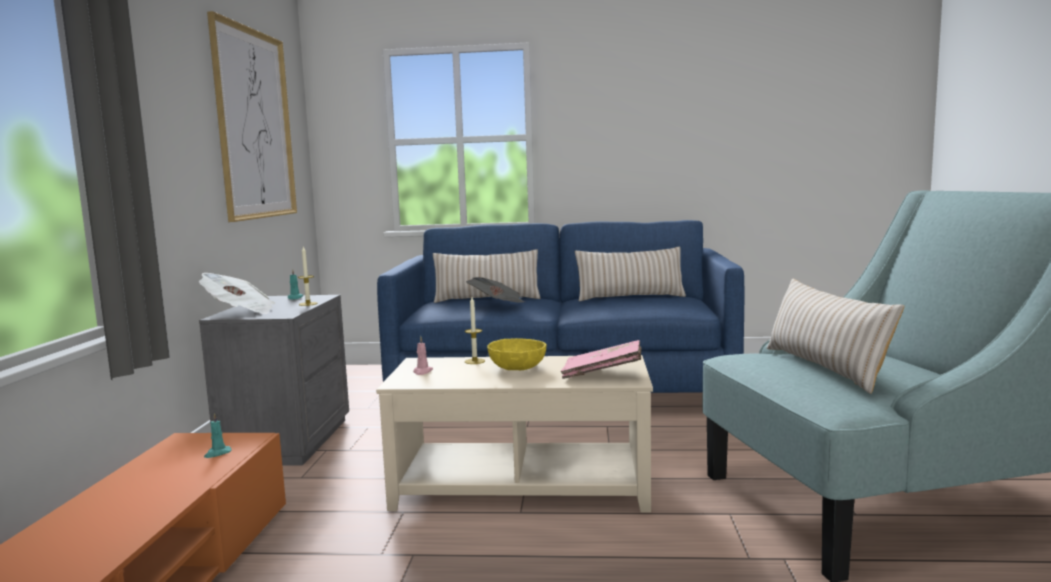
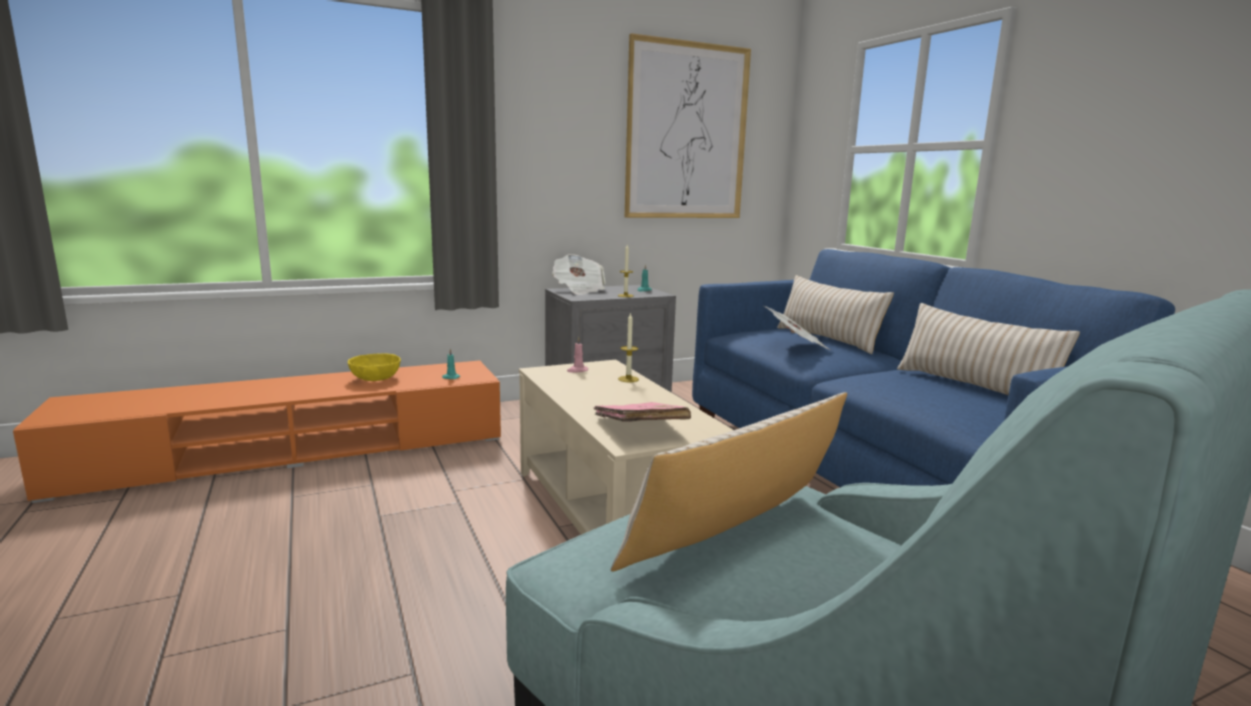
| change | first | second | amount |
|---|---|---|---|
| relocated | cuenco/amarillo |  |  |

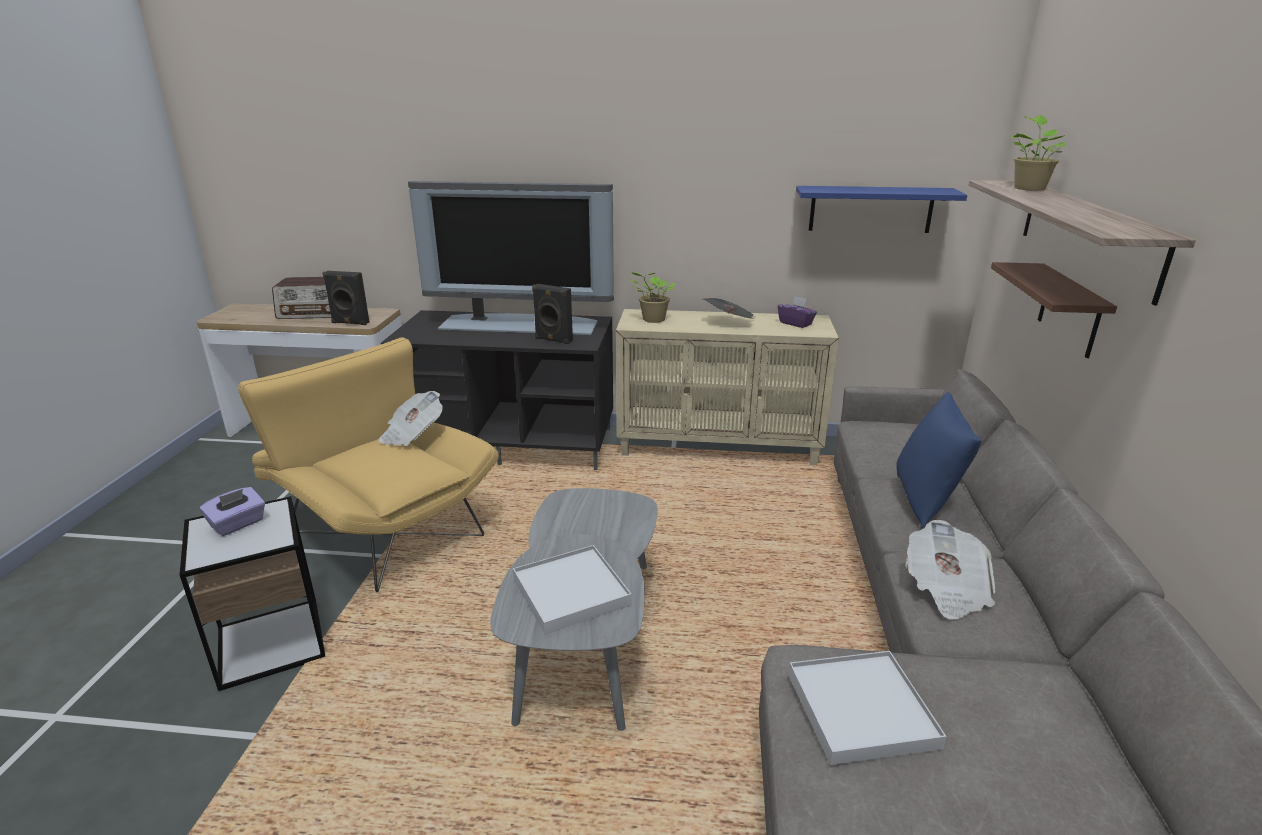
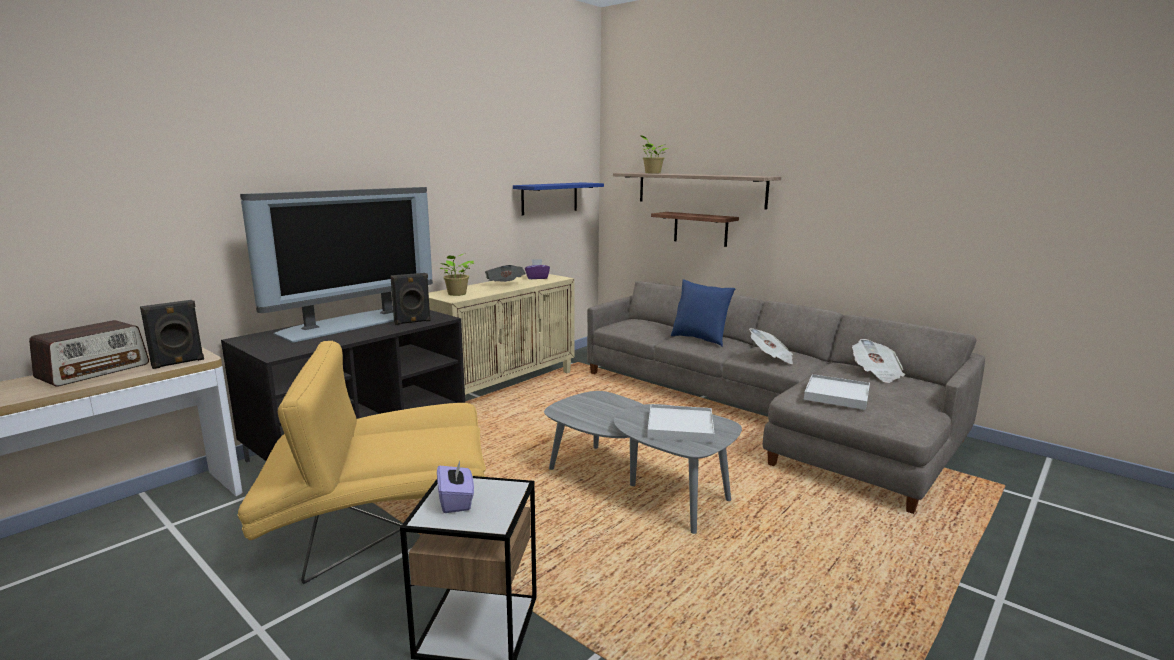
| change | first | second | amount |
|---|---|---|---|
| relocated | periódico (no. 1 from left in the first image) | periódico (no. 3 from left) |  |

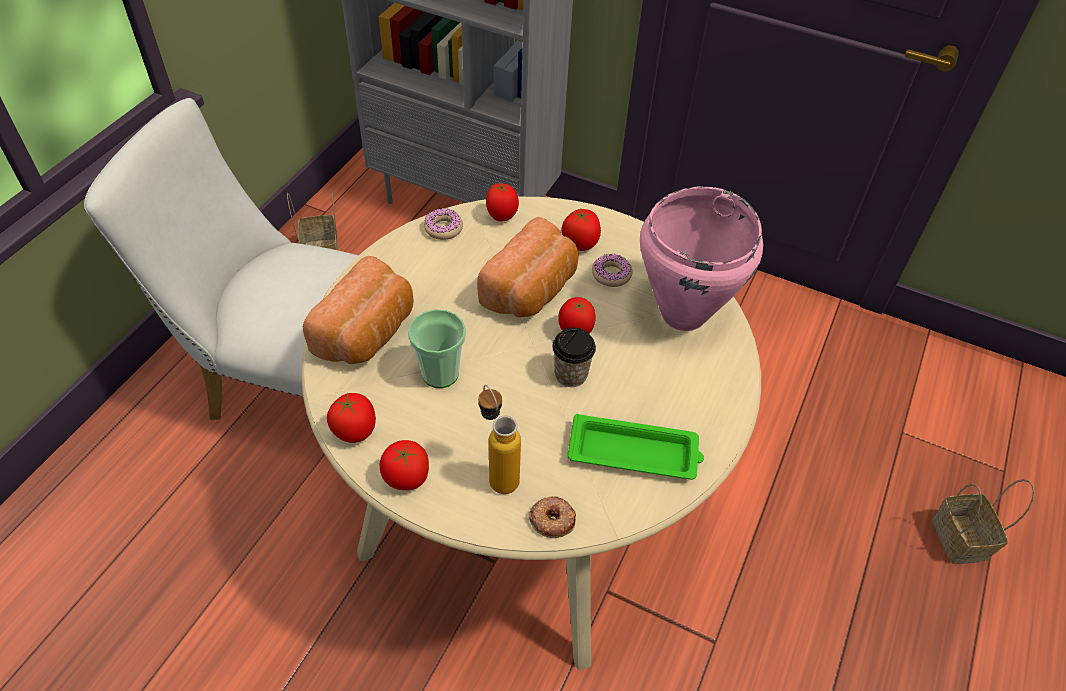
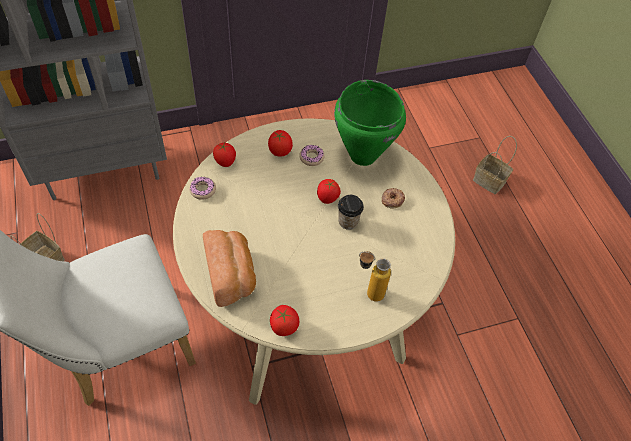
| change | first | second | amount |
|---|---|---|---|
| colour | olla/rosa | olla/verde |  |
| missing | pan (no. 2 from left) |  |  |
| missing | taza (no. 1 from left) |  |  |
| missing | bandeja/verde |  |  |
| missing | tomate (no. 2 from left) |  |  |
| relocated | rosquilla (no. 2 from left in the first image) | rosquilla (no. 3 from left) |  |

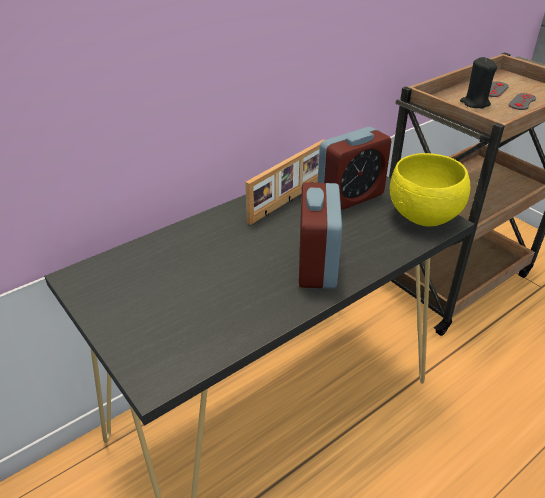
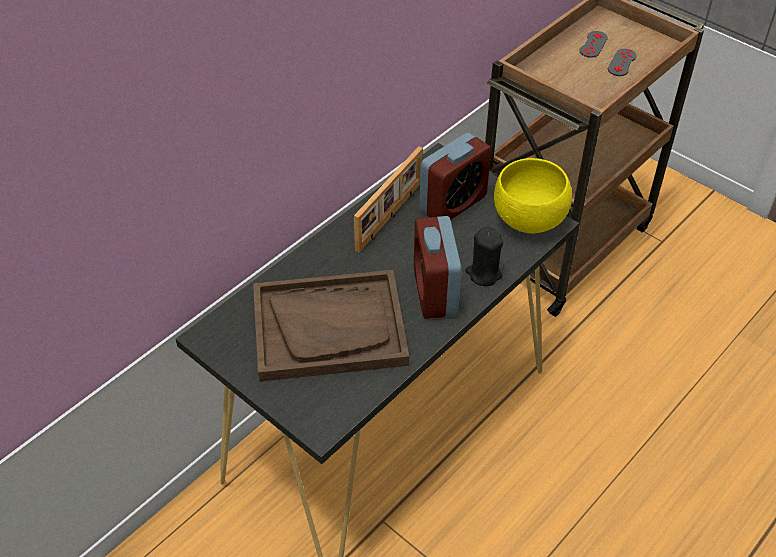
| change | first | second | amount |
|---|---|---|---|
| relocated | vela/negro |  |  |
| appeared |  | bandeja/marrón |  |

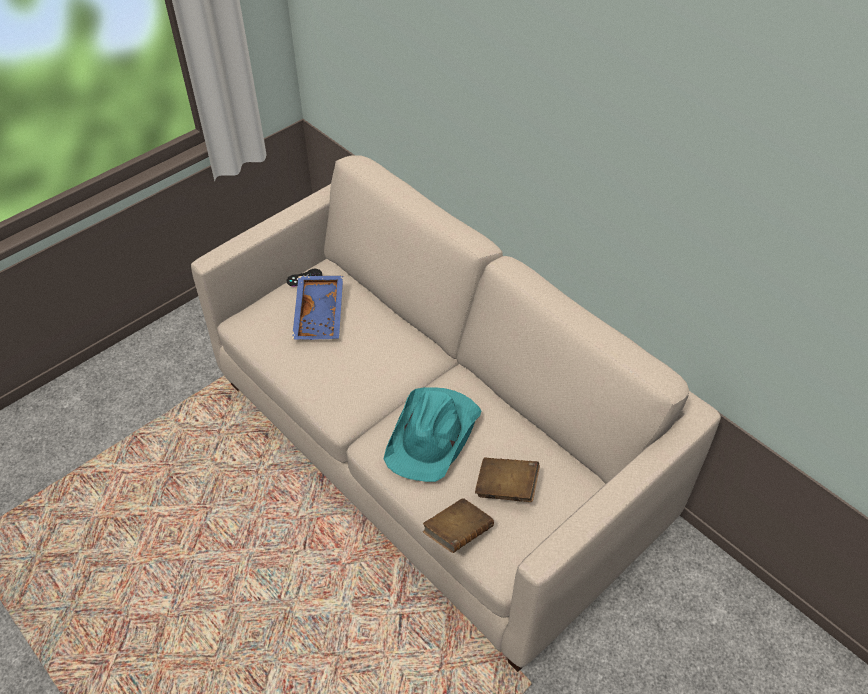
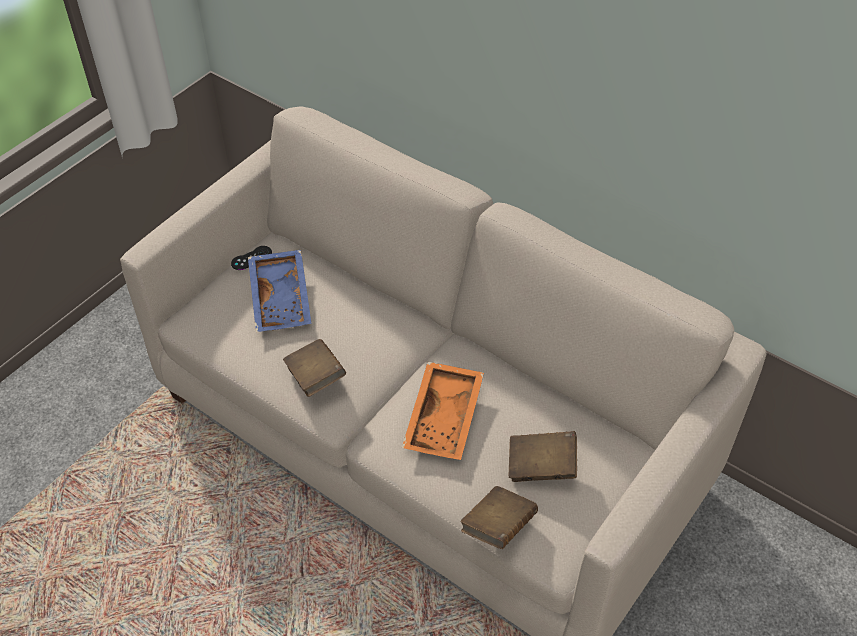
| change | first | second | amount |
|---|---|---|---|
| exchanged | sombrero/turquesa | bandeja/naranja |  |
| appeared |  | libro/marrón (no. 1 from left) |  |

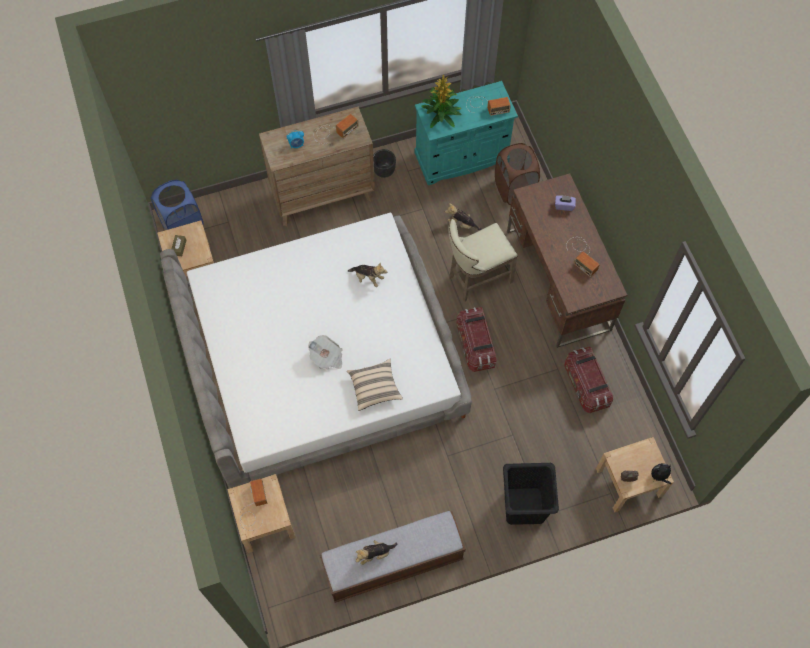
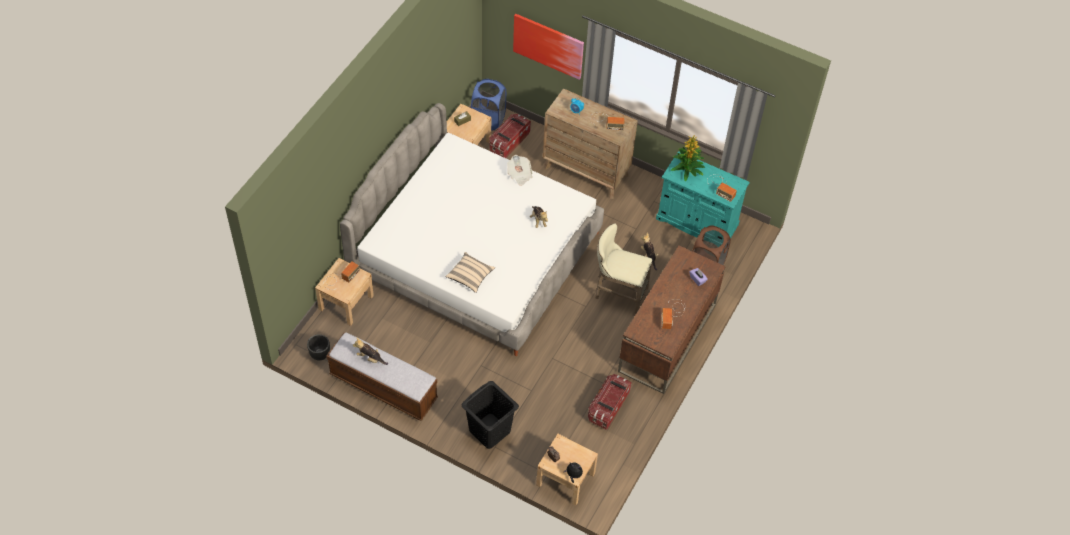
| change | first | second | amount |
|---|---|---|---|
| relocated | maceta/negro |  |  |
| relocated | caja de almacenaje (no. 1 from left) |  |  |
| relocated | periódico |  |  |
| appeared |  | cuadro |  |

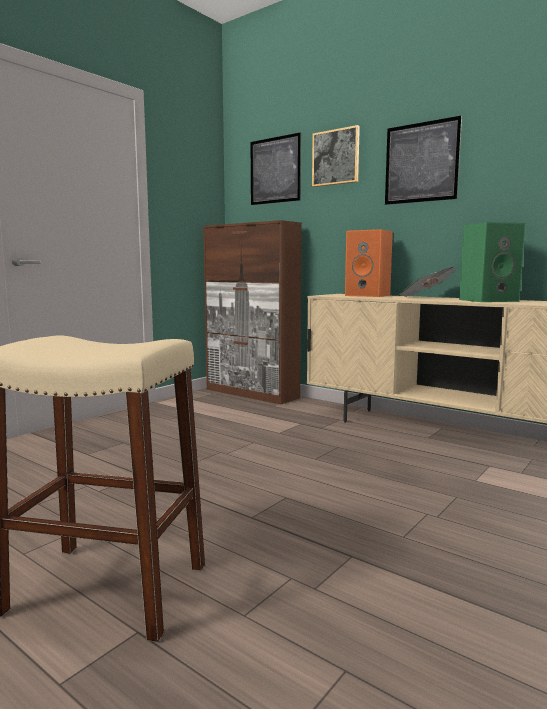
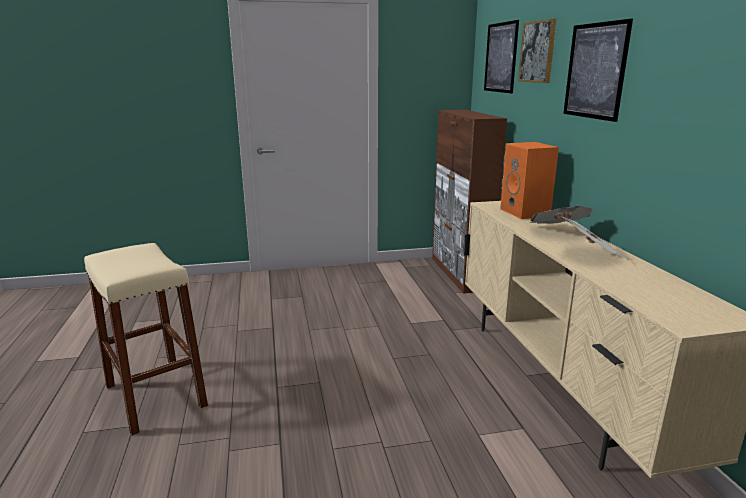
| change | first | second | amount |
|---|---|---|---|
| exchanged | altavoz/verde | periódico (no. 2 from left) |  |

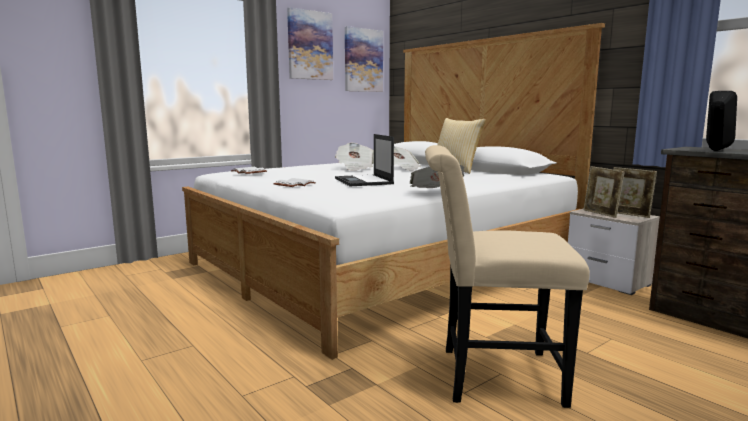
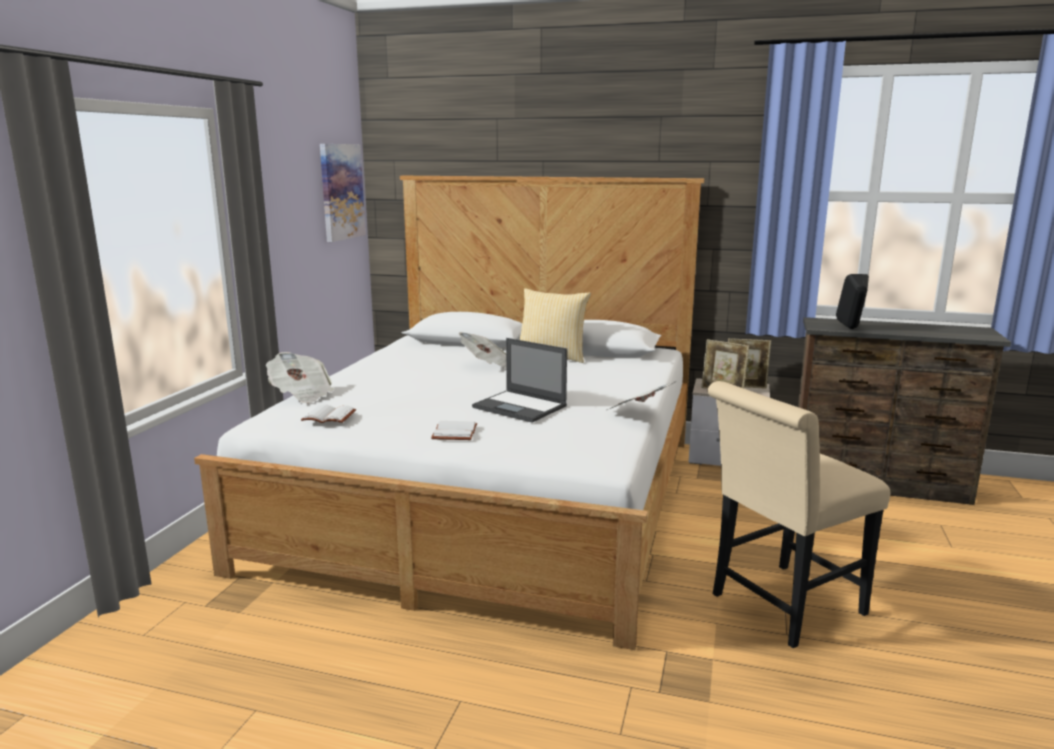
| change | first | second | amount |
|---|---|---|---|
| missing | cuadro (no. 1 from left) |  |  |
| relocated | periódico (no. 1 from left) |  |  |

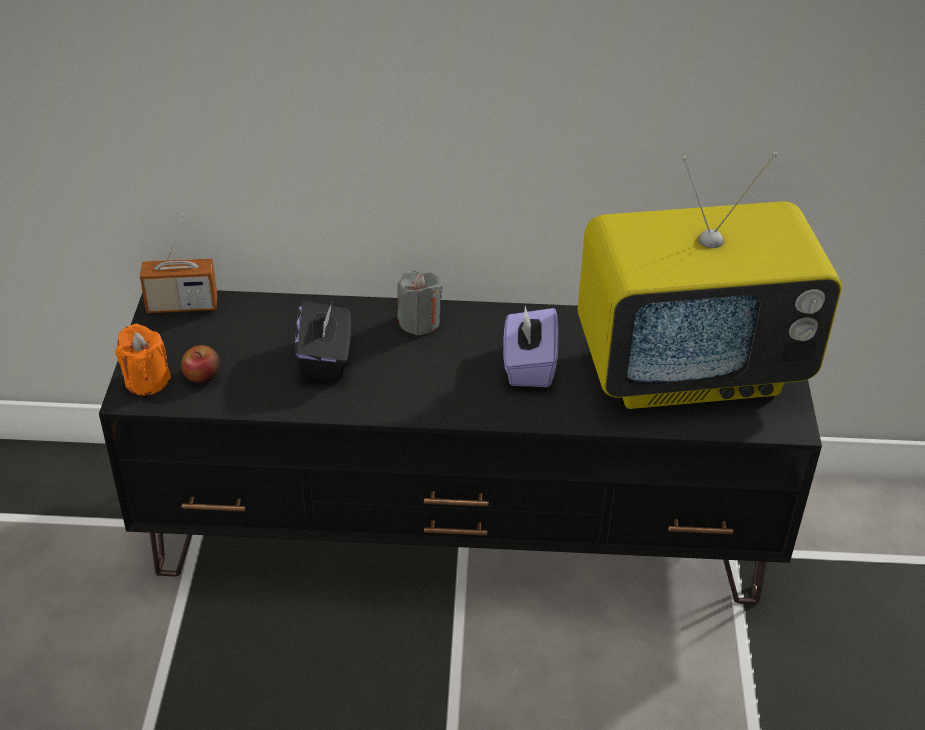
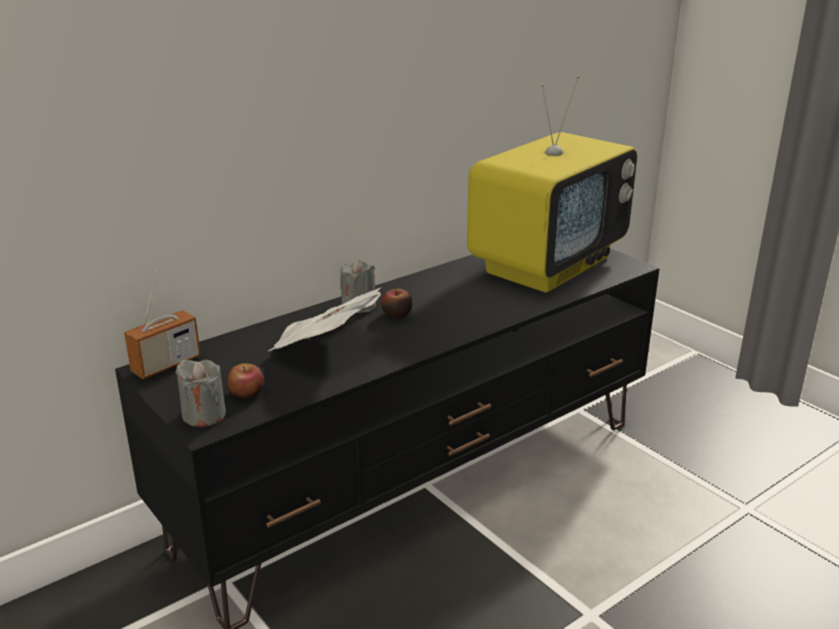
| change | first | second | amount |
|---|---|---|---|
| exchanged | caja de pañuelos/negro | periódico |  |
| missing | caja de pañuelos/morado |  |  |
| colour | vela/naranja | vela/gris (no. 1 from left) |  |
| appeared |  | manzana (no. 2 from left) |  |

